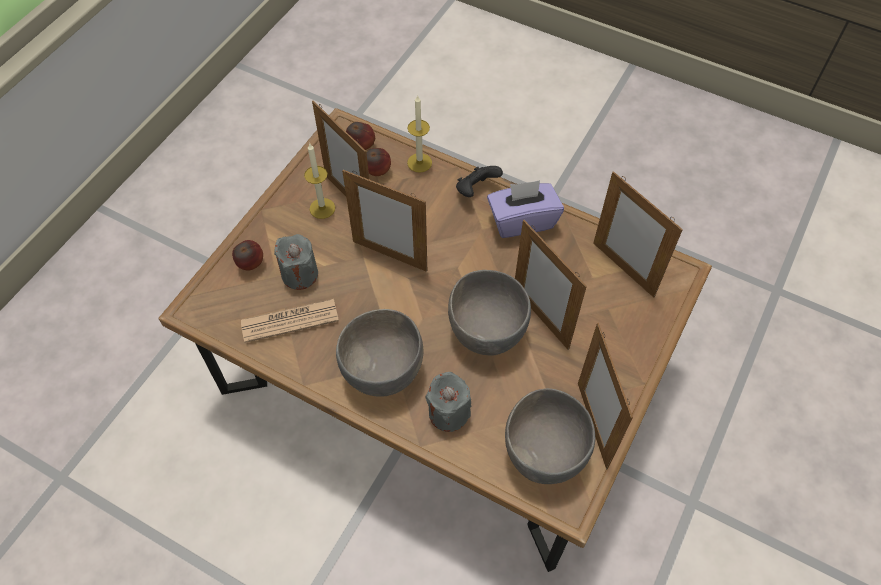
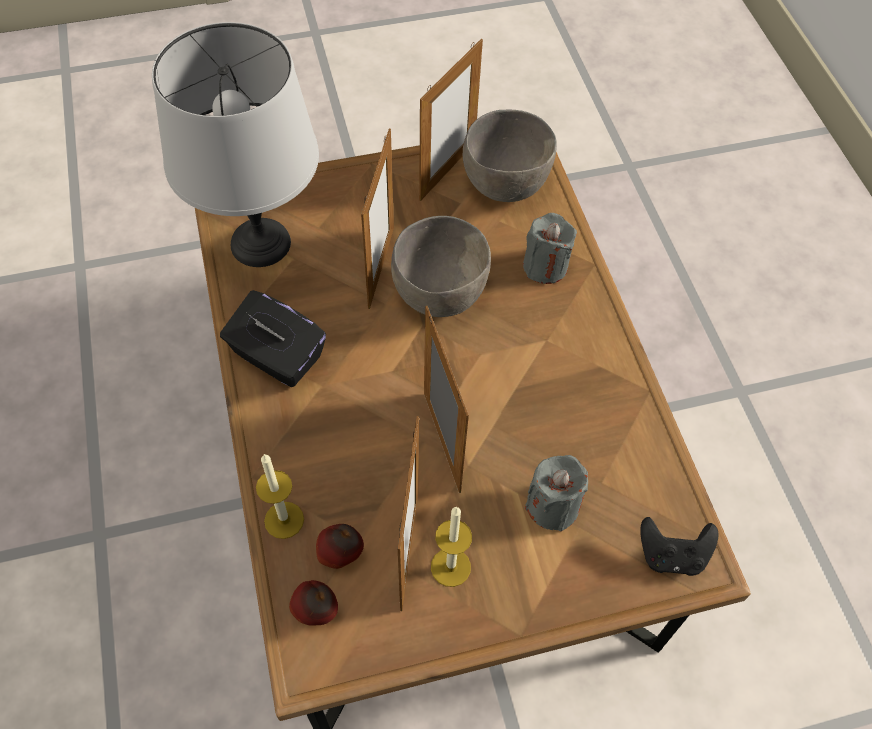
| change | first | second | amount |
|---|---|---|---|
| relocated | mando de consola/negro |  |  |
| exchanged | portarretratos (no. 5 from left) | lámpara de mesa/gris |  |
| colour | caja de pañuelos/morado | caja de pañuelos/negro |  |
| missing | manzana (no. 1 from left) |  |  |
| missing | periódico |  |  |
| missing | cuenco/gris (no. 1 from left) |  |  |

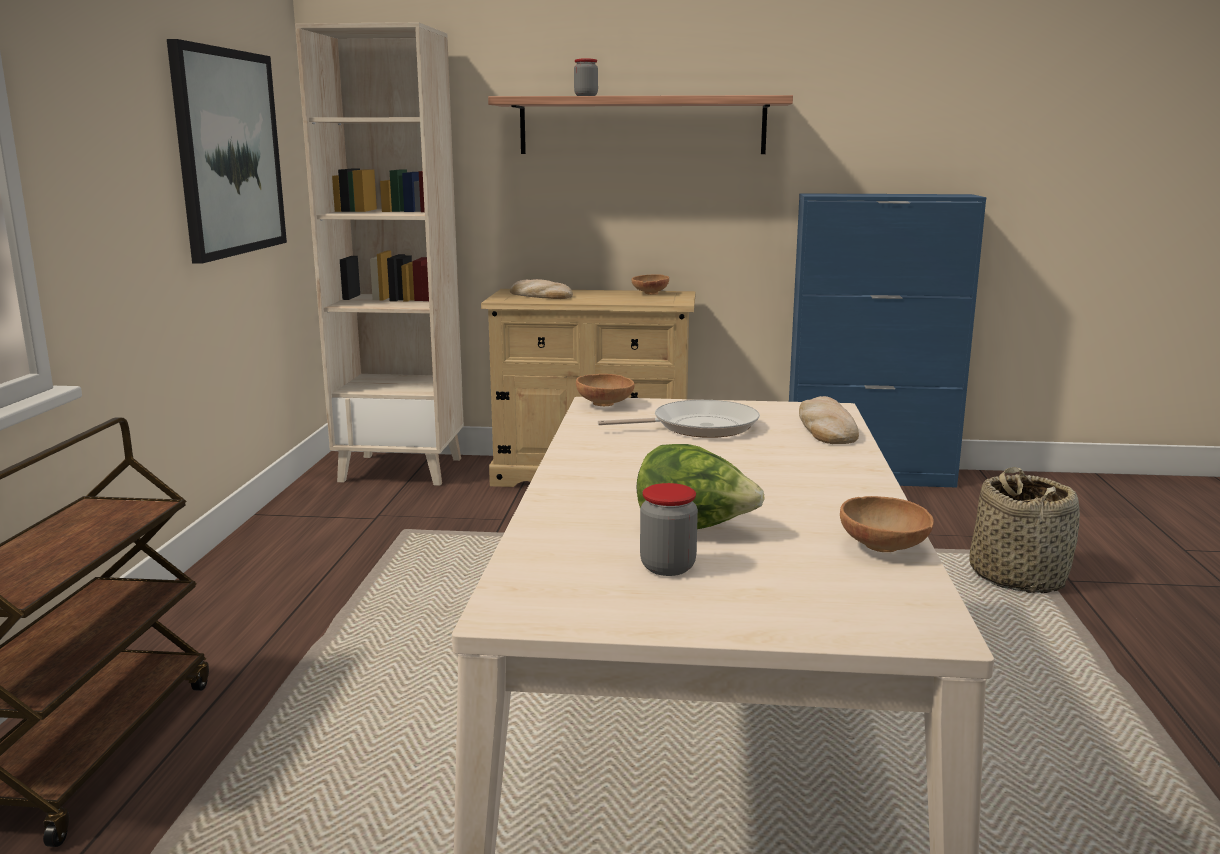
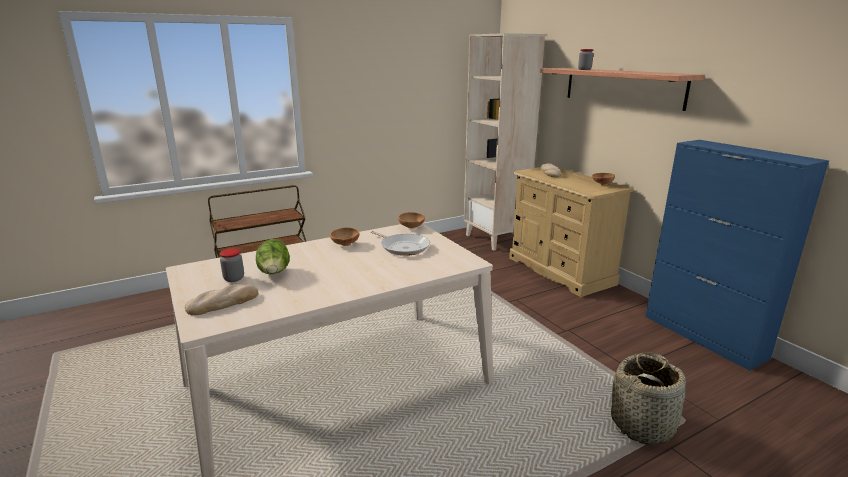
| change | first | second | amount |
|---|---|---|---|
| missing | cuadro |  |  |
| relocated | pan (no. 2 from left in the first image) | pan (no. 1 from left) |  |
| relocated | cuenco/marrón (no. 3 from left in the first image) | cuenco/marrón (no. 1 from left) |  |

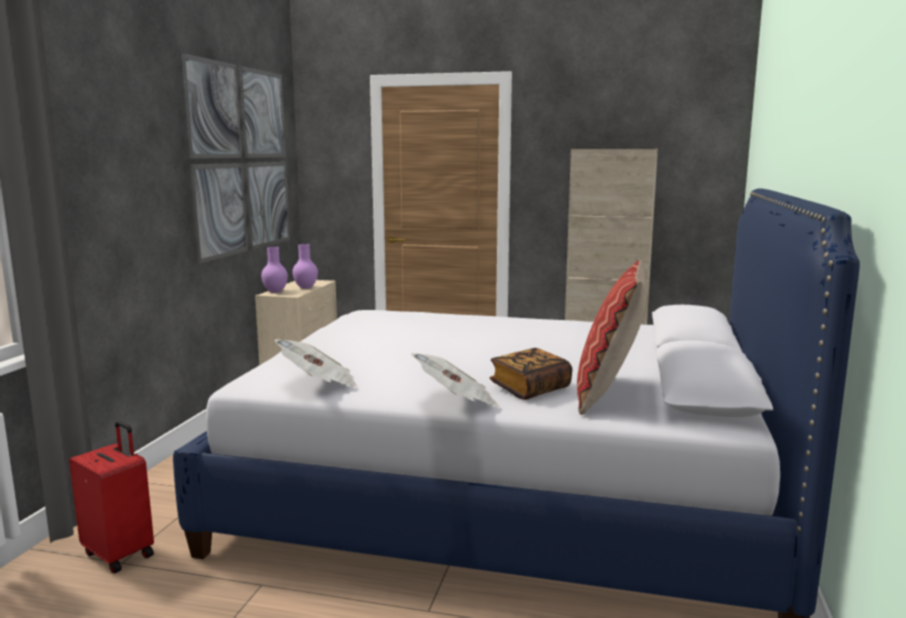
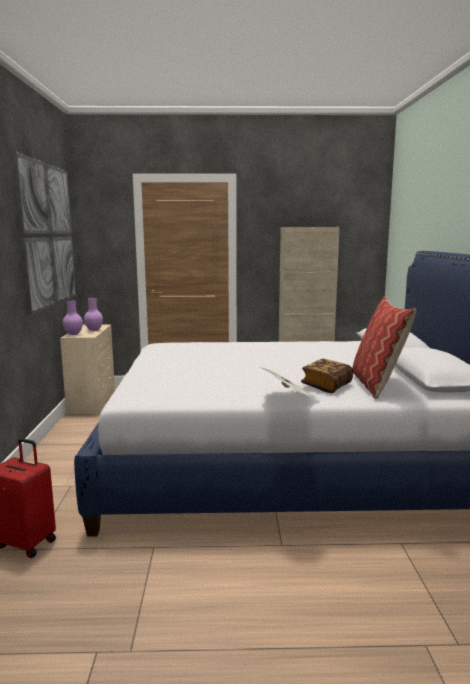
| change | first | second | amount |
|---|---|---|---|
| missing | periódico (no. 1 from left) |  |  |

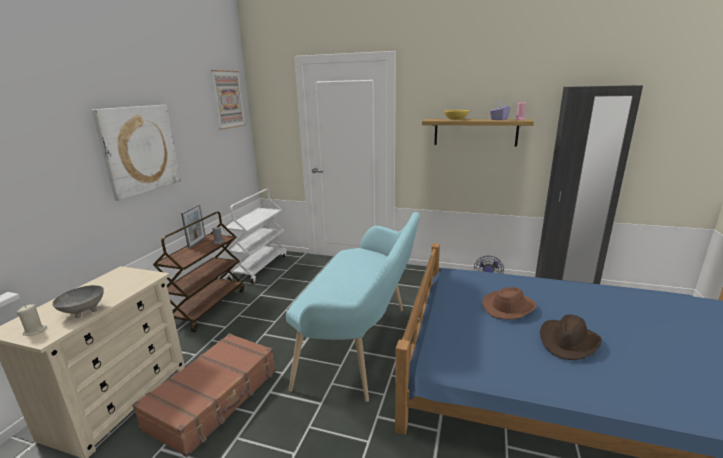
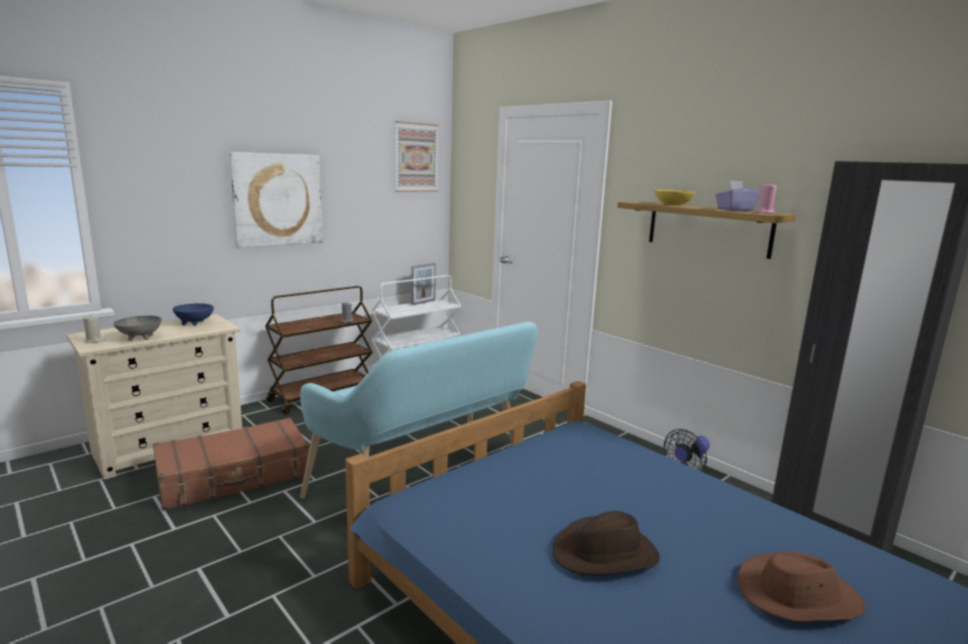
| change | first | second | amount |
|---|---|---|---|
| relocated | portarretratos |  |  |
| relocated | sombrero/marrón (no. 1 from left in the first image) | sombrero/marrón (no. 2 from left) |  |
| appeared |  | cuenco/azul |  |

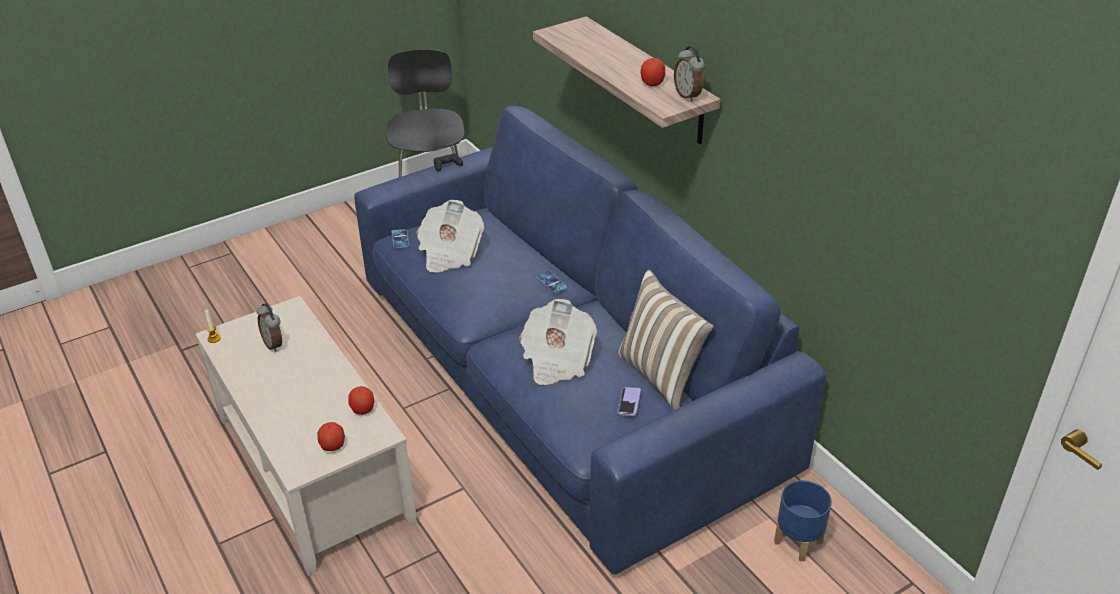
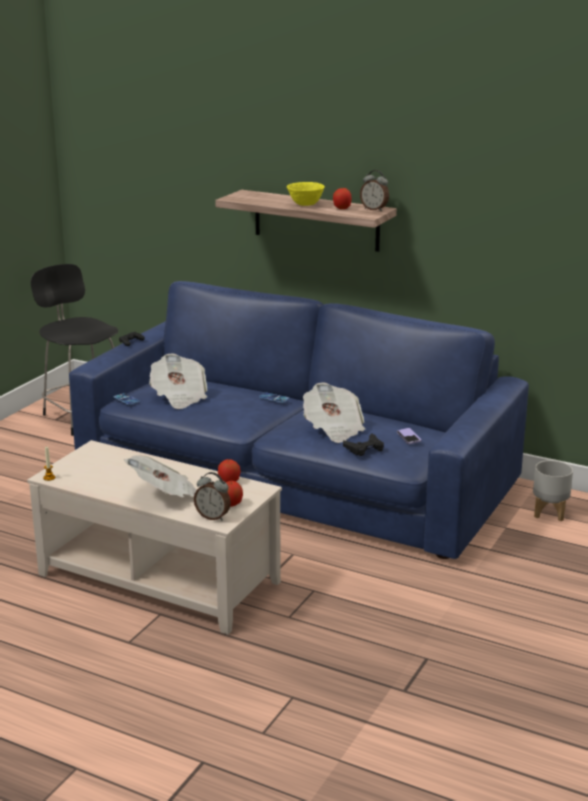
| change | first | second | amount |
|---|---|---|---|
| missing | cojín |  |  |
| relocated | despertador (no. 1 from left) |  |  |
| colour | maceta/azul | maceta/gris |  |
| appeared |  | cuenco/amarillo |  |
| appeared |  | mando de consola/negro (no. 2 from left) |  |
| appeared |  | periódico (no. 1 from left) |  |

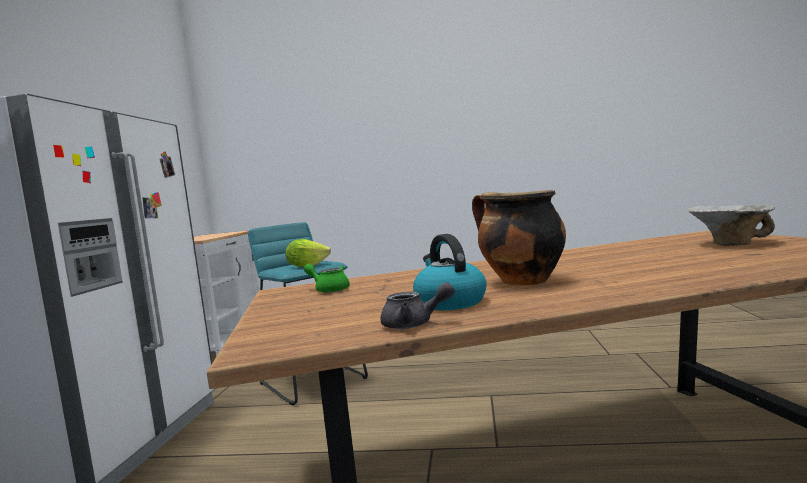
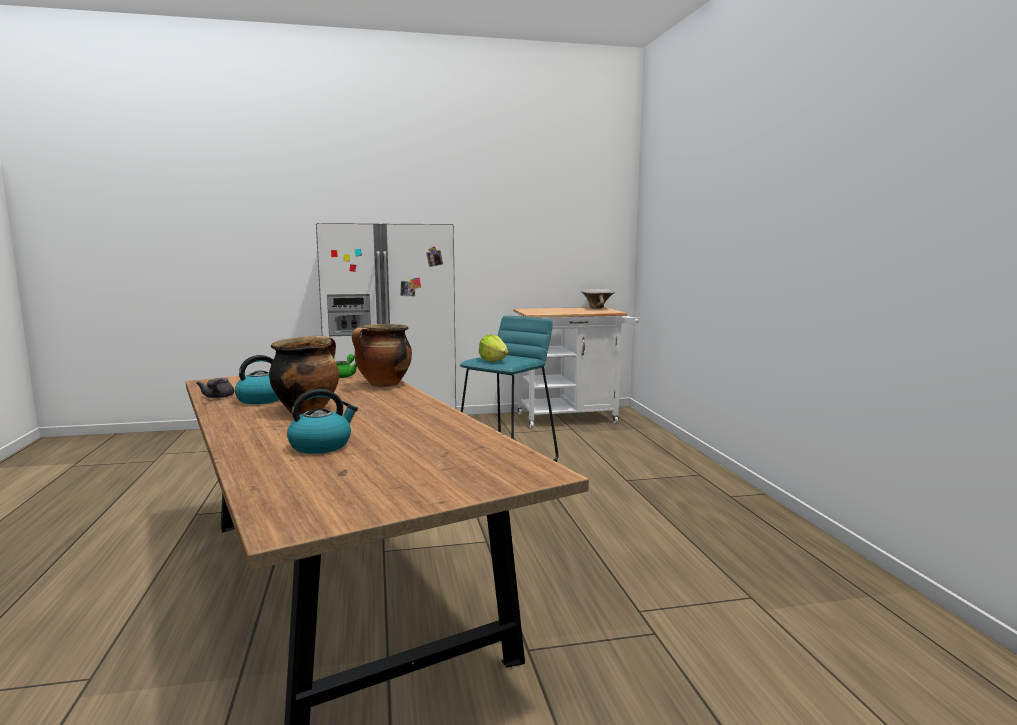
| change | first | second | amount |
|---|---|---|---|
| relocated | cuenco |  |  |
| appeared |  | olla (no. 2 from left) |  |
| appeared |  | hervidor (no. 2 from left) |  |

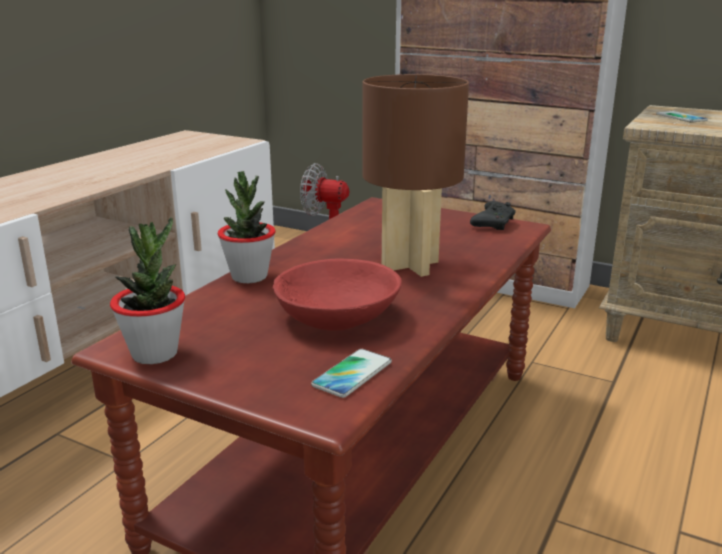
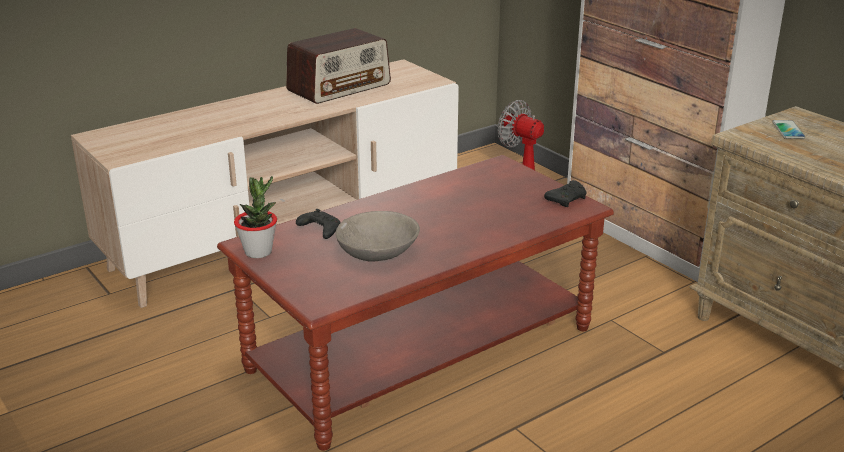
| change | first | second | amount |
|---|---|---|---|
| missing | lámpara de mesa/marrón |  |  |
| missing | planta en maceta (no. 2 from left) |  |  |
| colour | cuenco/rojo | cuenco/gris |  |
| missing | móvil (no. 1 from left) |  |  |
| appeared |  | radio |  |
| appeared |  | mando de consola/negro (no. 1 from left) |  |

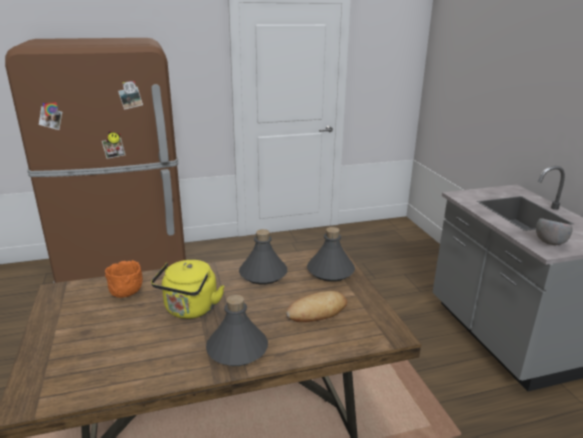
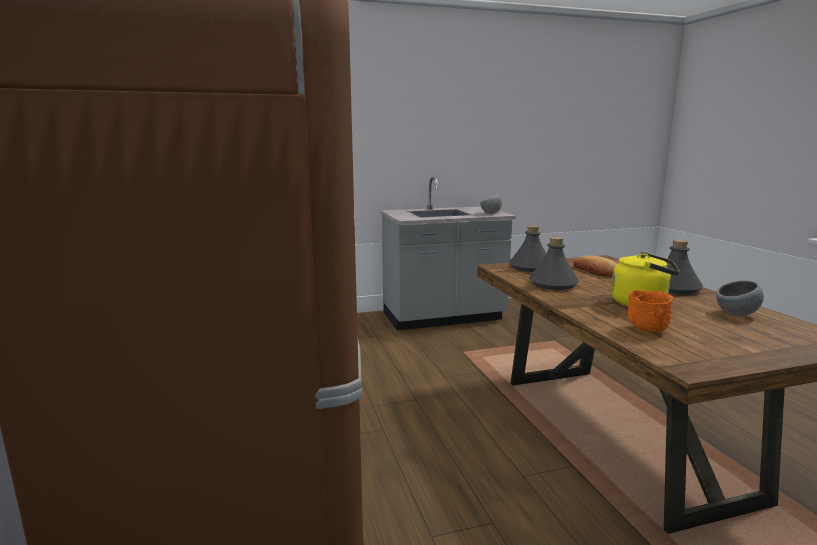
| change | first | second | amount |
|---|---|---|---|
| appeared |  | cuenco/gris (no. 2 from left) |  |

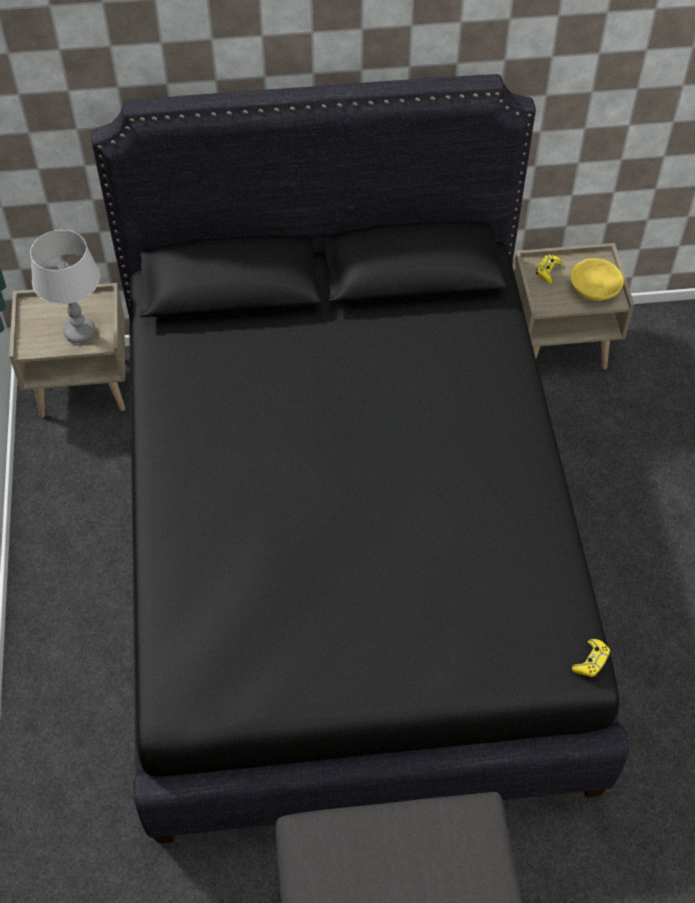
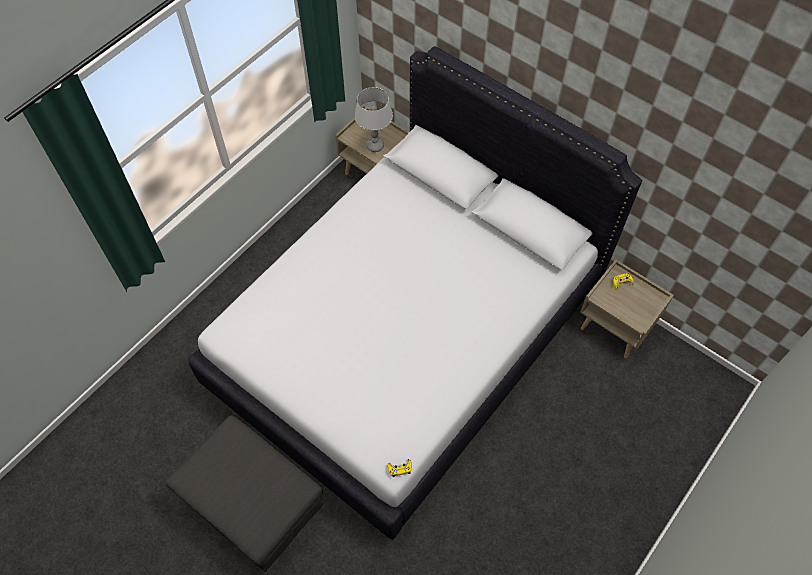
| change | first | second | amount |
|---|---|---|---|
| colour | cama/negro | cama/blanco |  |
| missing | cuenco/amarillo |  |  |

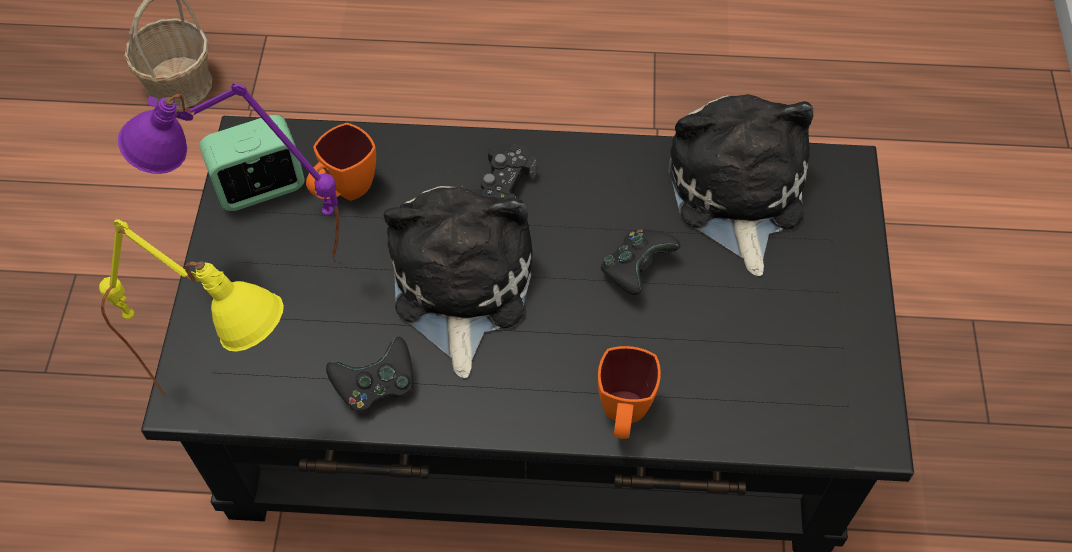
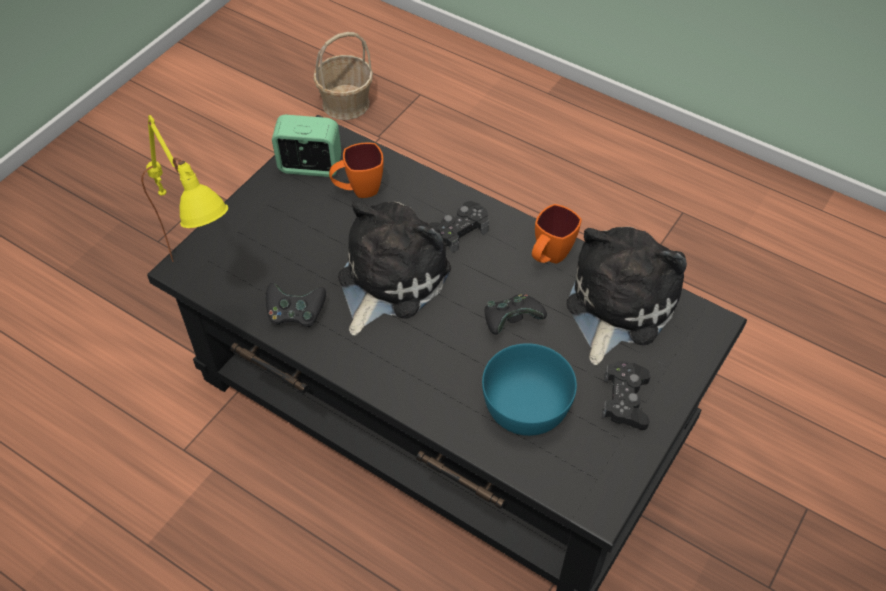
| change | first | second | amount |
|---|---|---|---|
| missing | lámpara de mesa/morado |  |  |
| relocated | taza grande/naranja (no. 2 from left) |  |  |
| appeared |  | cuenco/turquesa |  |
| appeared |  | mando de consola/negro (no. 4 from left) |  |

